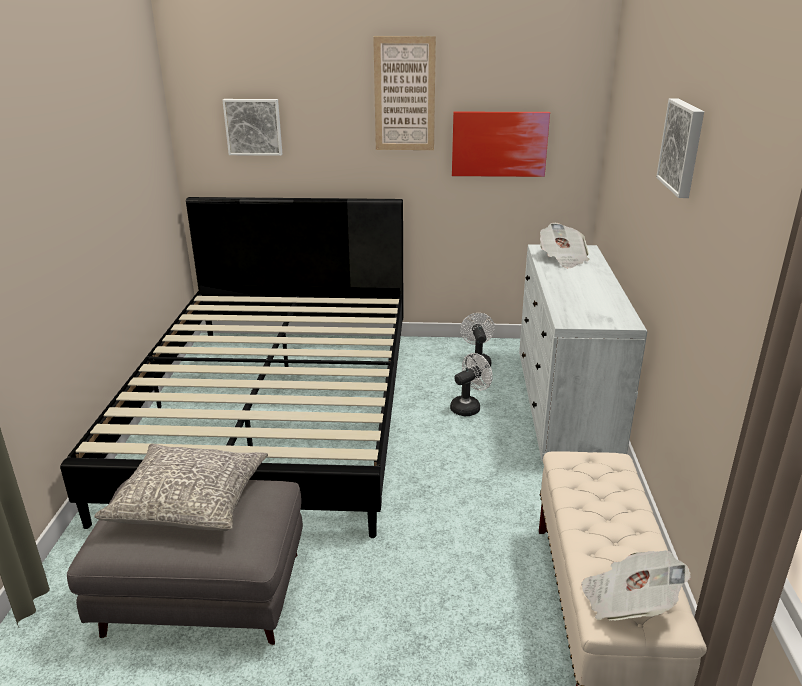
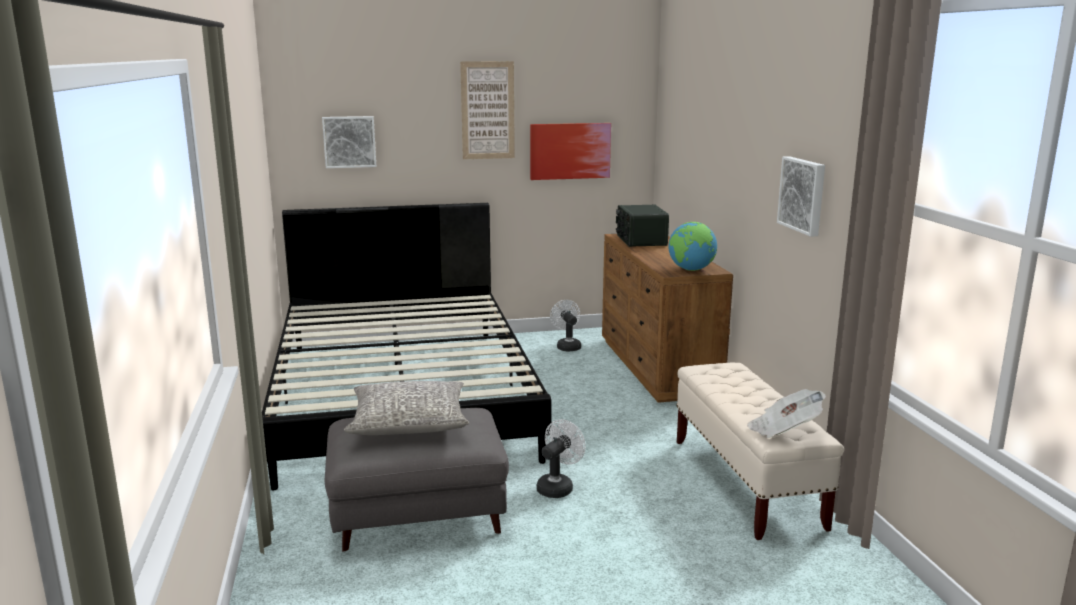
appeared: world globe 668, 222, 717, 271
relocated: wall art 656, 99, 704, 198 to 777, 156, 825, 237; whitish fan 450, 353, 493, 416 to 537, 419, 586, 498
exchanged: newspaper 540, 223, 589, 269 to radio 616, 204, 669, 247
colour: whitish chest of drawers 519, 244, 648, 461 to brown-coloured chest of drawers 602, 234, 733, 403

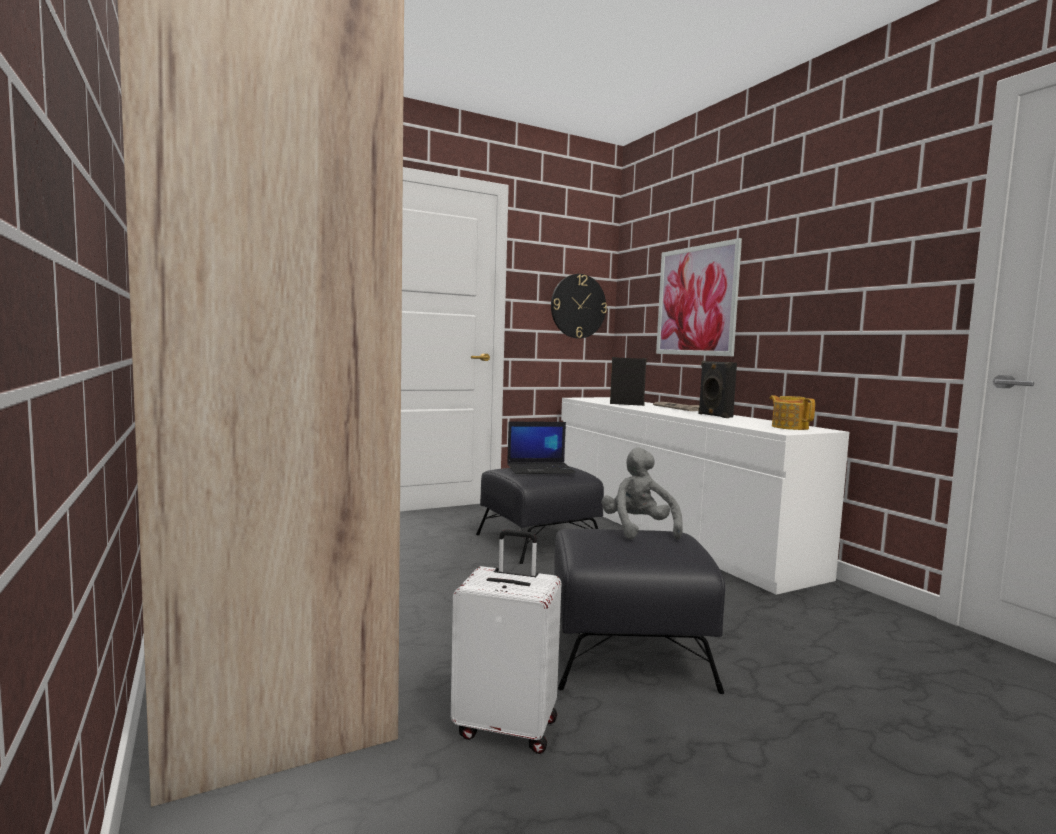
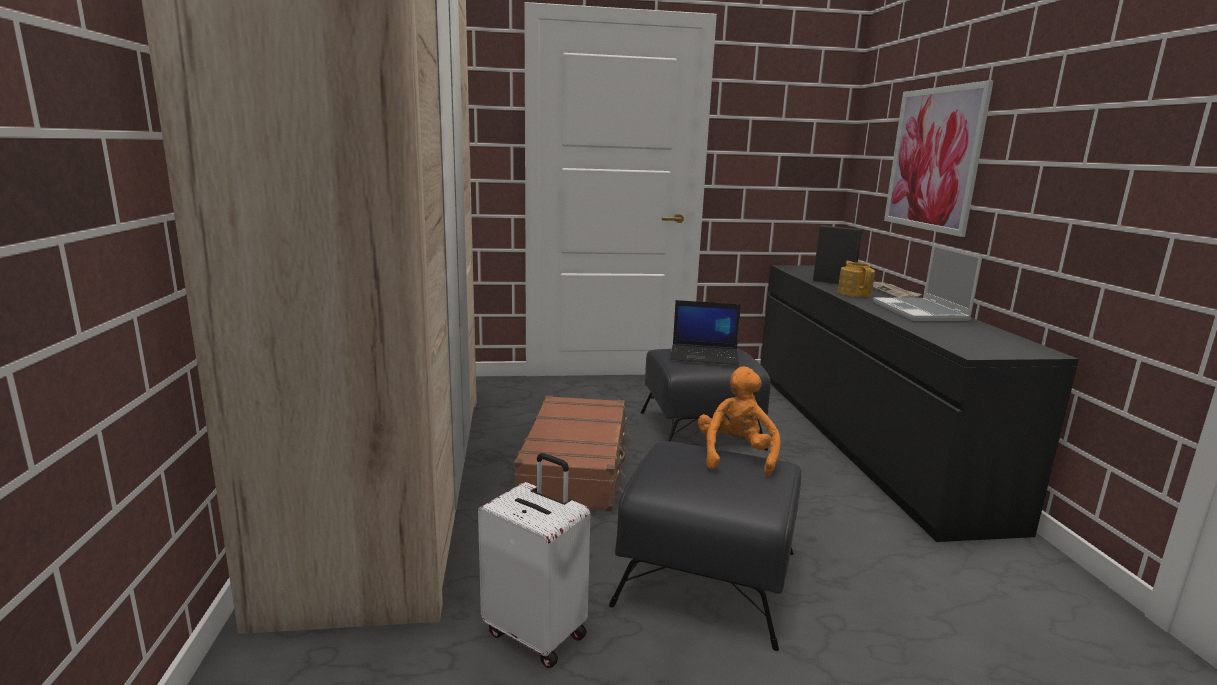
missing: hanging clock 551, 274, 607, 338
appeared: brown-coloured piece of luggage 514, 396, 630, 511
relocated: tea pot 770, 395, 815, 430 to 838, 261, 875, 297
exchanged: black-coloured audio speaker 698, 361, 737, 418 to portable computer 873, 244, 982, 321
colour: whitish chest of drawers 561, 397, 849, 595 to black-coloured chest of drawers 760, 265, 1079, 542; grey plush toy 601, 448, 683, 540 to orange plush toy 698, 366, 780, 477

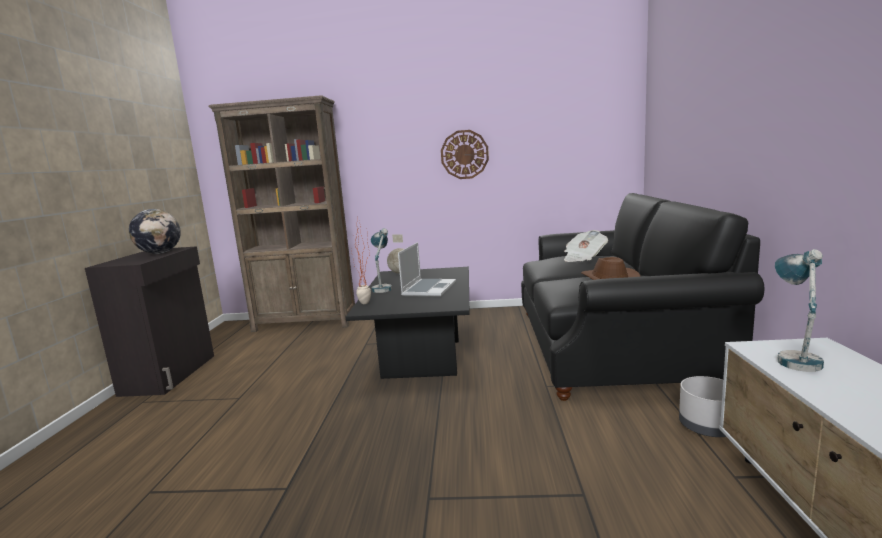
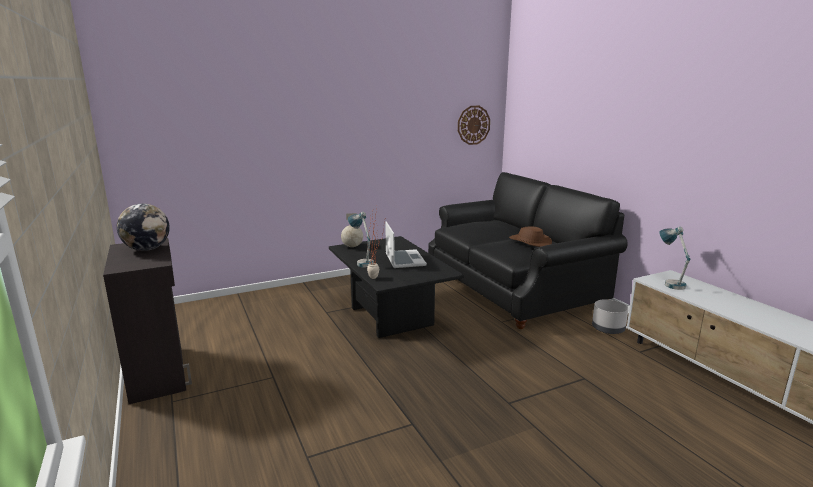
missing: brown-coloured bookcase 208, 95, 355, 332; newspaper 564, 230, 608, 262
relocated: hanging clock 441, 130, 489, 179 to 458, 106, 490, 145

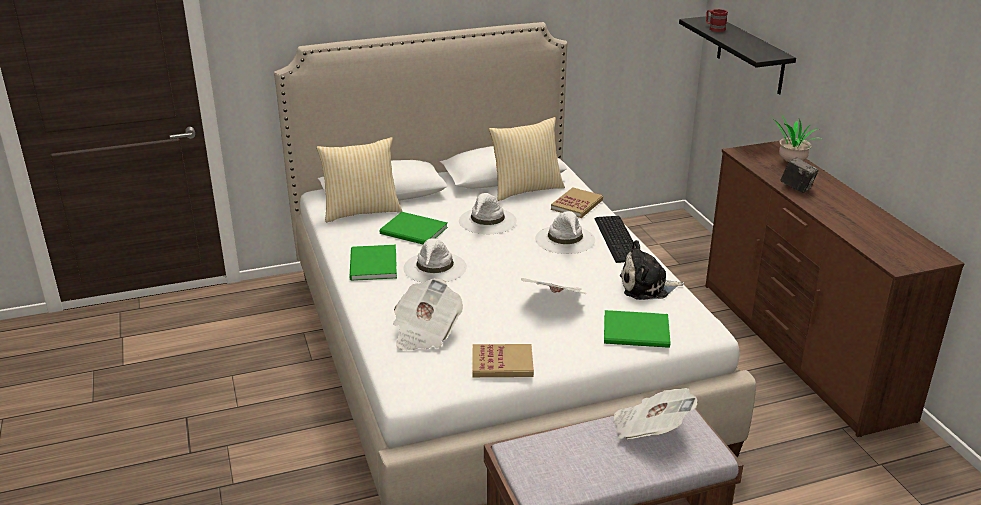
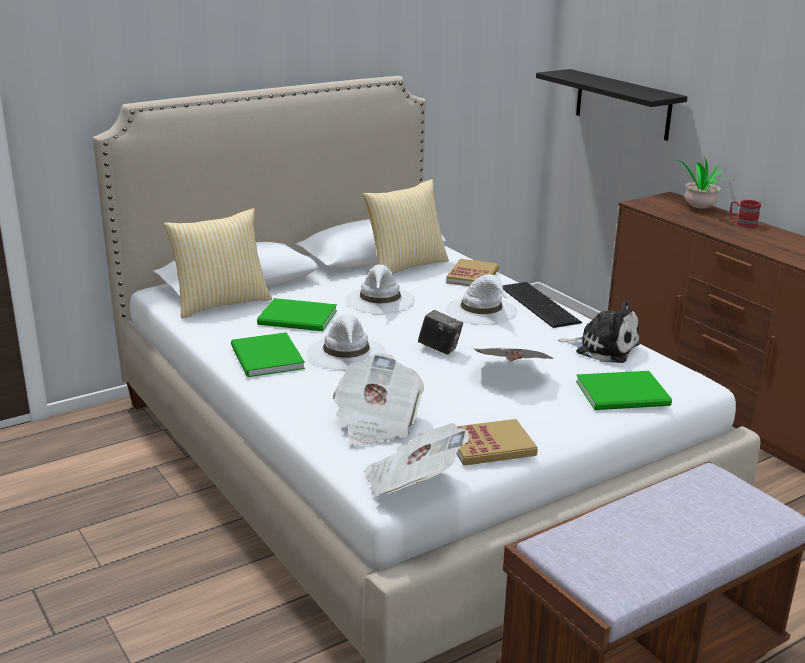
relocated: reddish tea mug 706, 9, 728, 32 to 730, 200, 761, 228; photo camera 780, 158, 819, 193 to 418, 310, 463, 354; newspaper 614, 388, 698, 439 to 364, 423, 469, 497
spun: plush toy 620, 240, 685, 300 = 558, 301, 640, 363 135 degrees counterclockwise

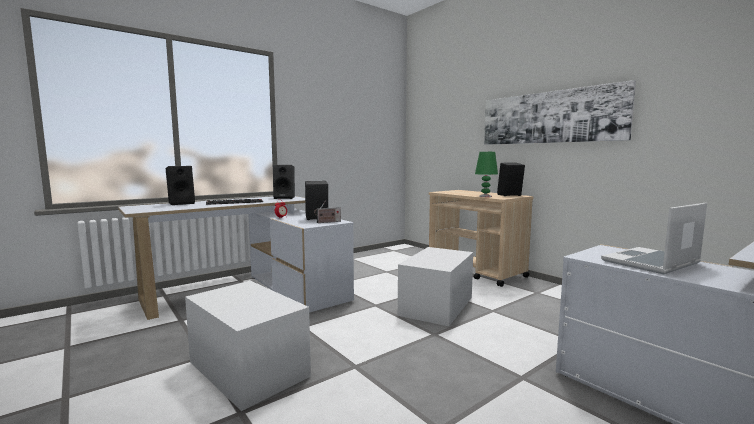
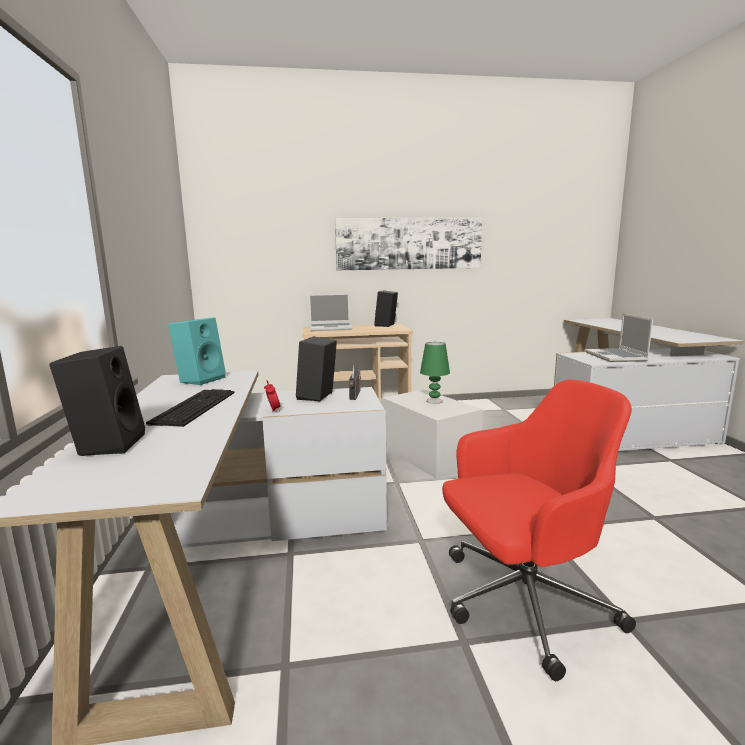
appeared: portable computer 309, 293, 353, 331
relocated: green-coloured table lamp 475, 152, 498, 197 to 420, 342, 450, 404
exchanged: whitish storage container 185, 281, 311, 411 to reddish desk chair 442, 379, 636, 681
colour: black-coloured audio speaker 273, 165, 295, 199 to turquoise audio speaker 168, 317, 226, 385

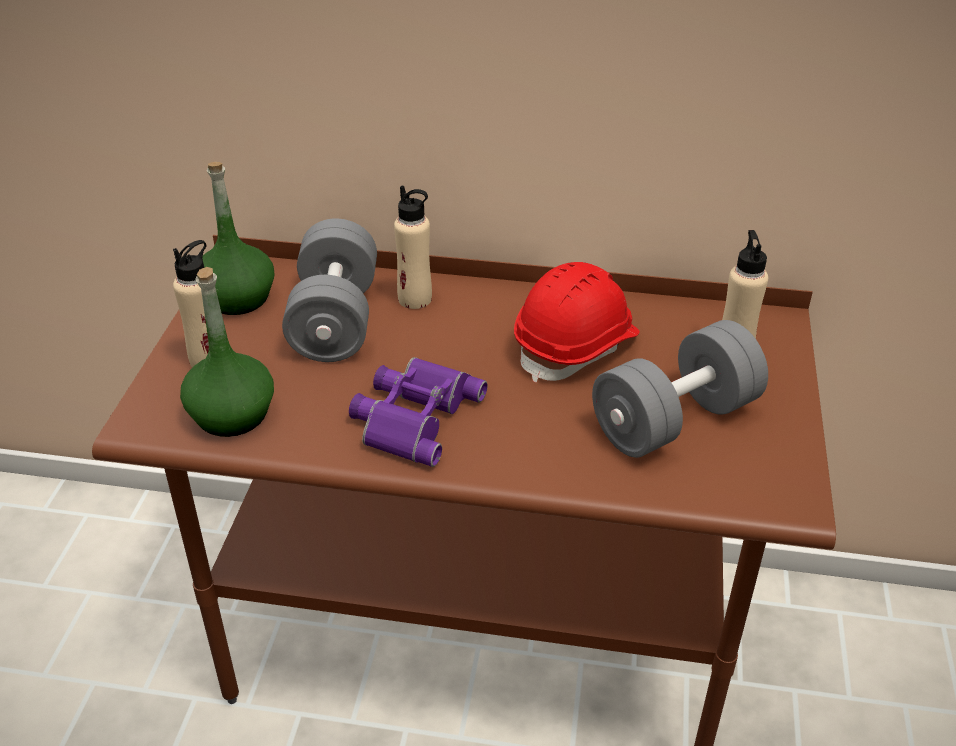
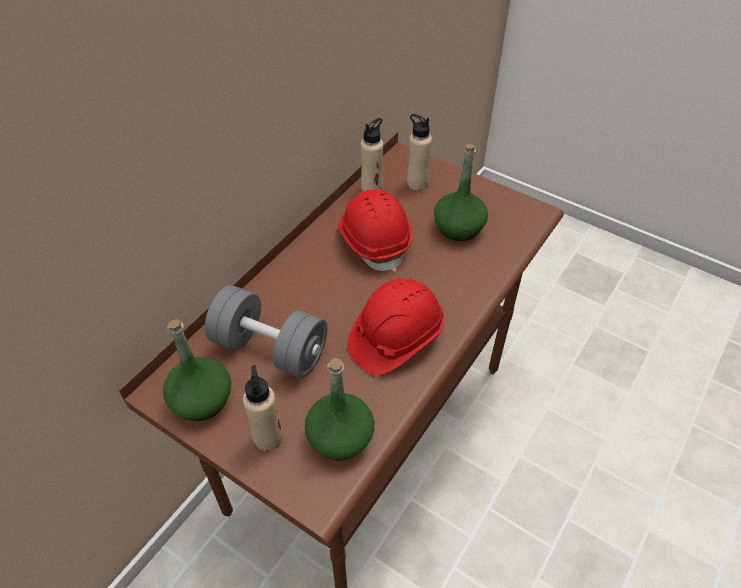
relocated: beige bottle 394, 186, 432, 309 to 361, 118, 383, 192
exchanged: grey hand weight 592, 320, 768, 458 to green-coloured bottle 434, 144, 488, 241; purple-coloured field glasses 349, 357, 488, 467 to reddish work helmet 347, 278, 445, 375

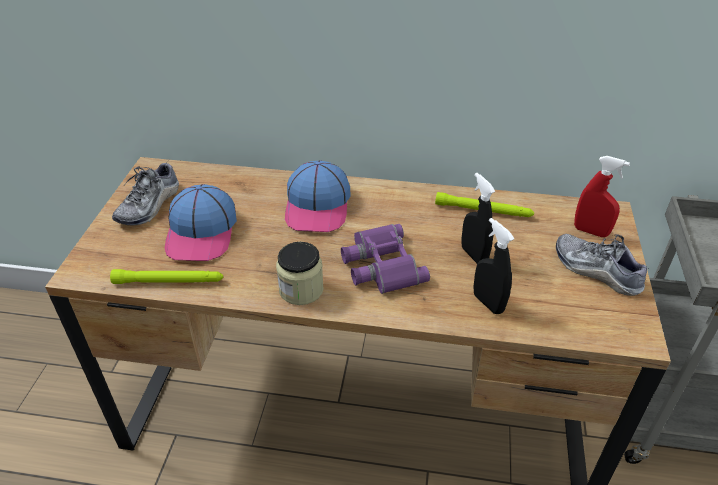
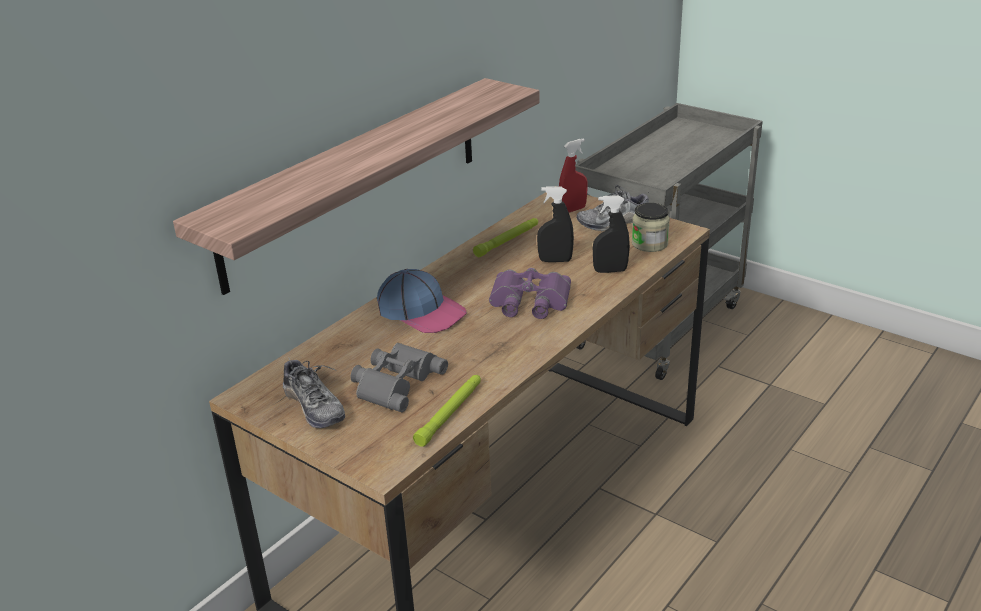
appeared: shelf 173, 78, 540, 295
relocated: storage jar 276, 242, 324, 305 to 632, 203, 670, 252
exchanged: baseball cap 165, 184, 237, 261 to grey field glasses 350, 343, 448, 412

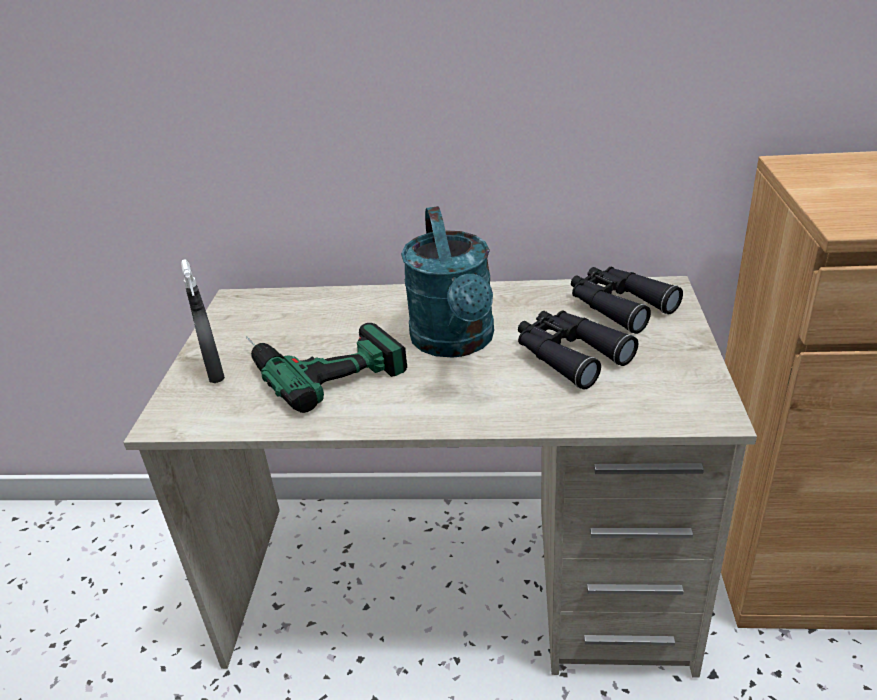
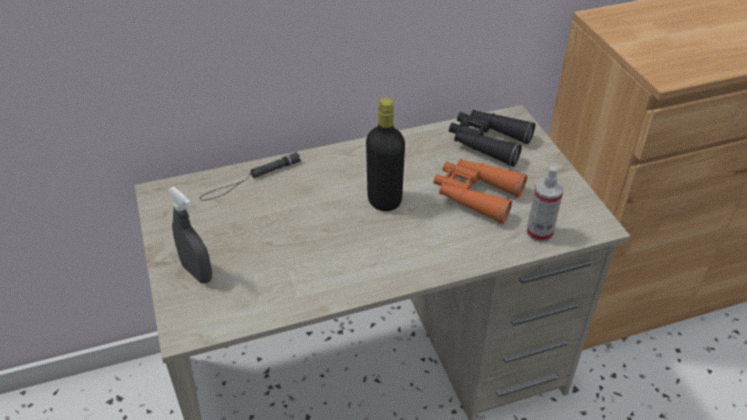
missing: power drill 246, 323, 407, 413
appeared: black-coloured hand torch 200, 152, 301, 201; sprayer 527, 166, 563, 243
exchanged: turquoise watering can 401, 206, 494, 358 to black-coloured bottle 366, 97, 405, 211
colour: black-coloured field glasses 518, 310, 638, 389 to orange field glasses 433, 159, 527, 224

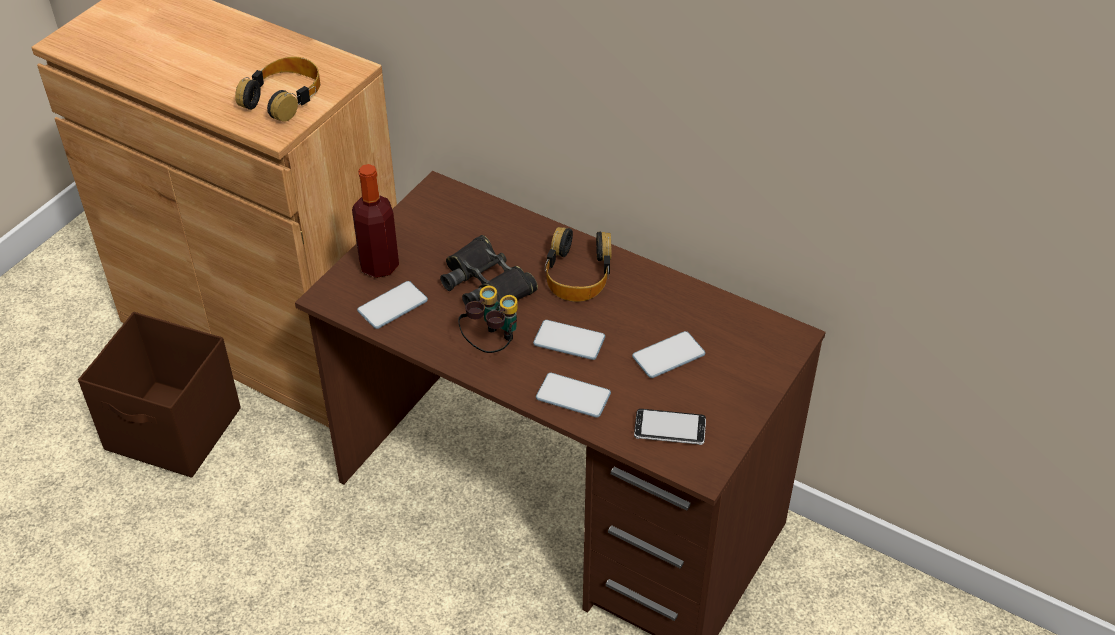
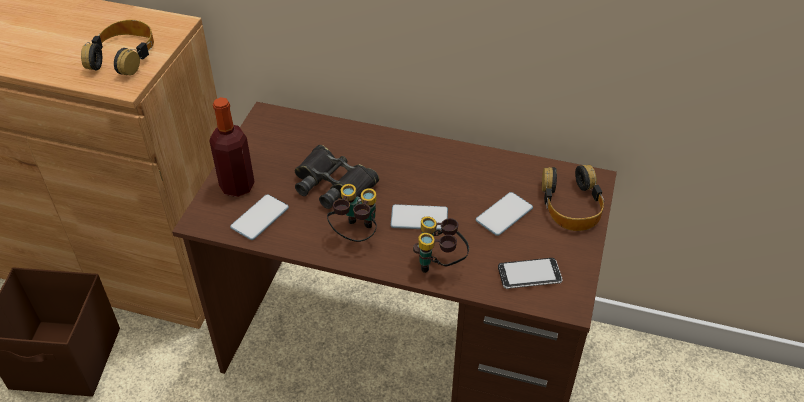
relocated: headset 545, 227, 611, 302 to 542, 165, 604, 231
exchanged: phone 536, 373, 611, 418 to field glasses 413, 216, 469, 273

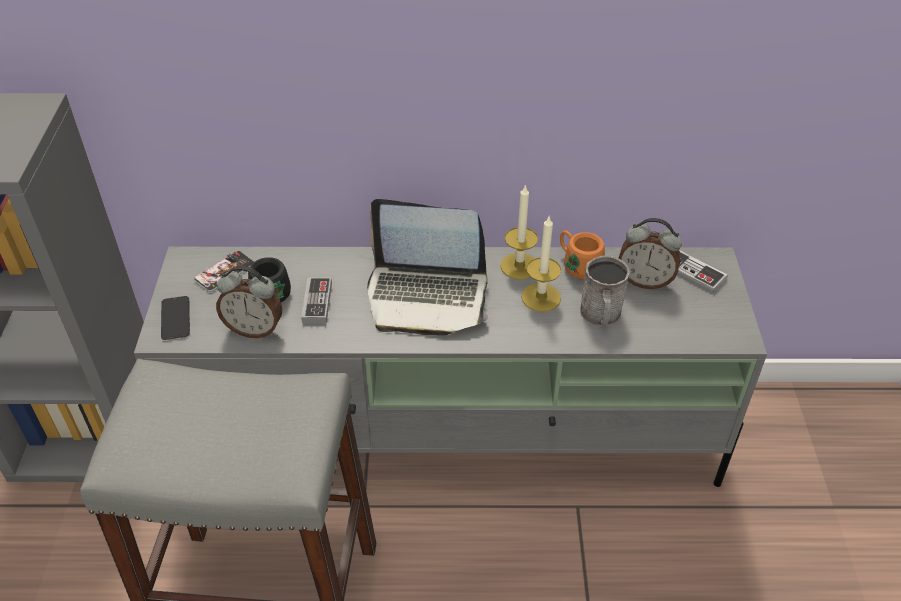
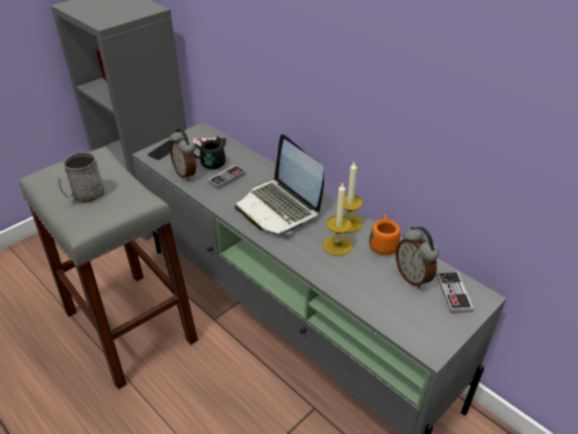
relocated: grey tea mug 580, 256, 630, 326 to 58, 152, 105, 204

